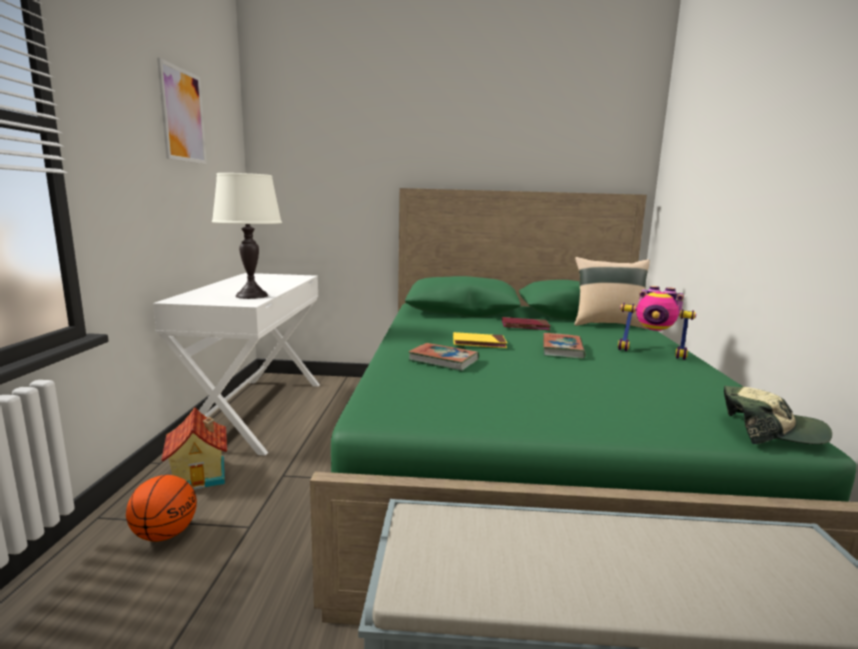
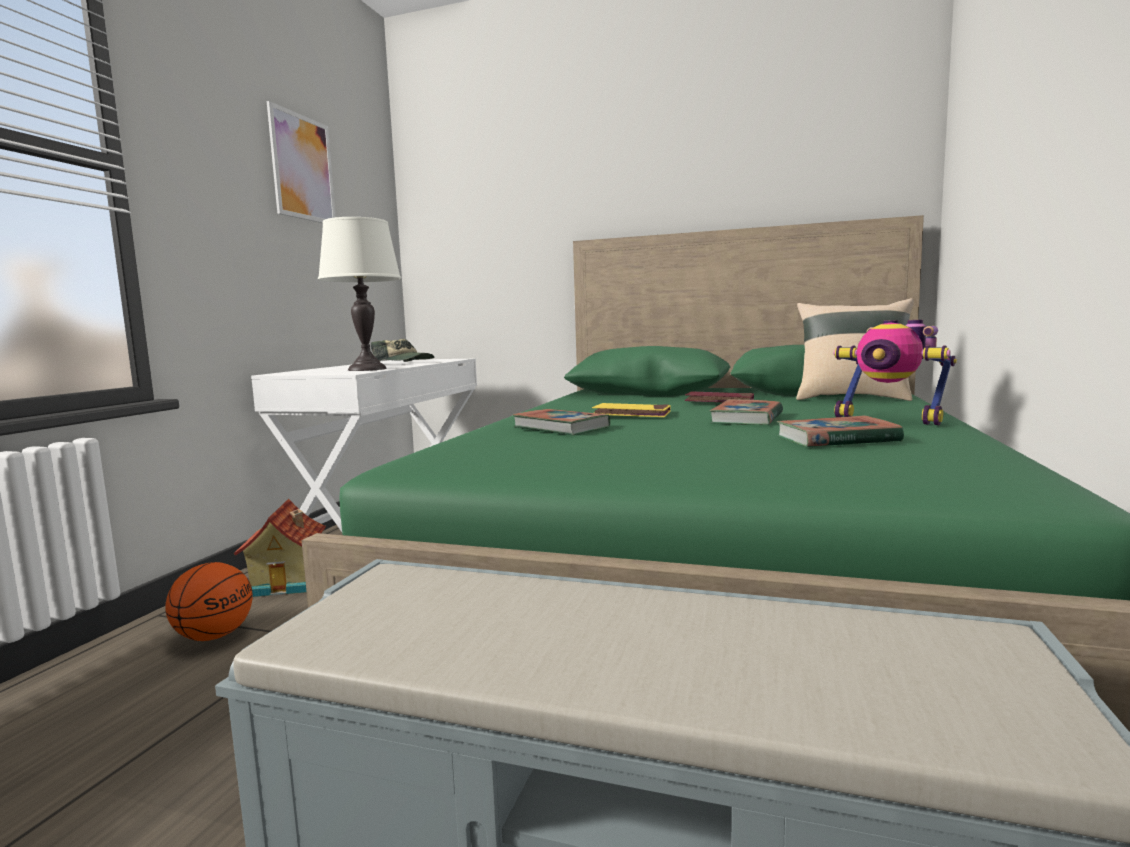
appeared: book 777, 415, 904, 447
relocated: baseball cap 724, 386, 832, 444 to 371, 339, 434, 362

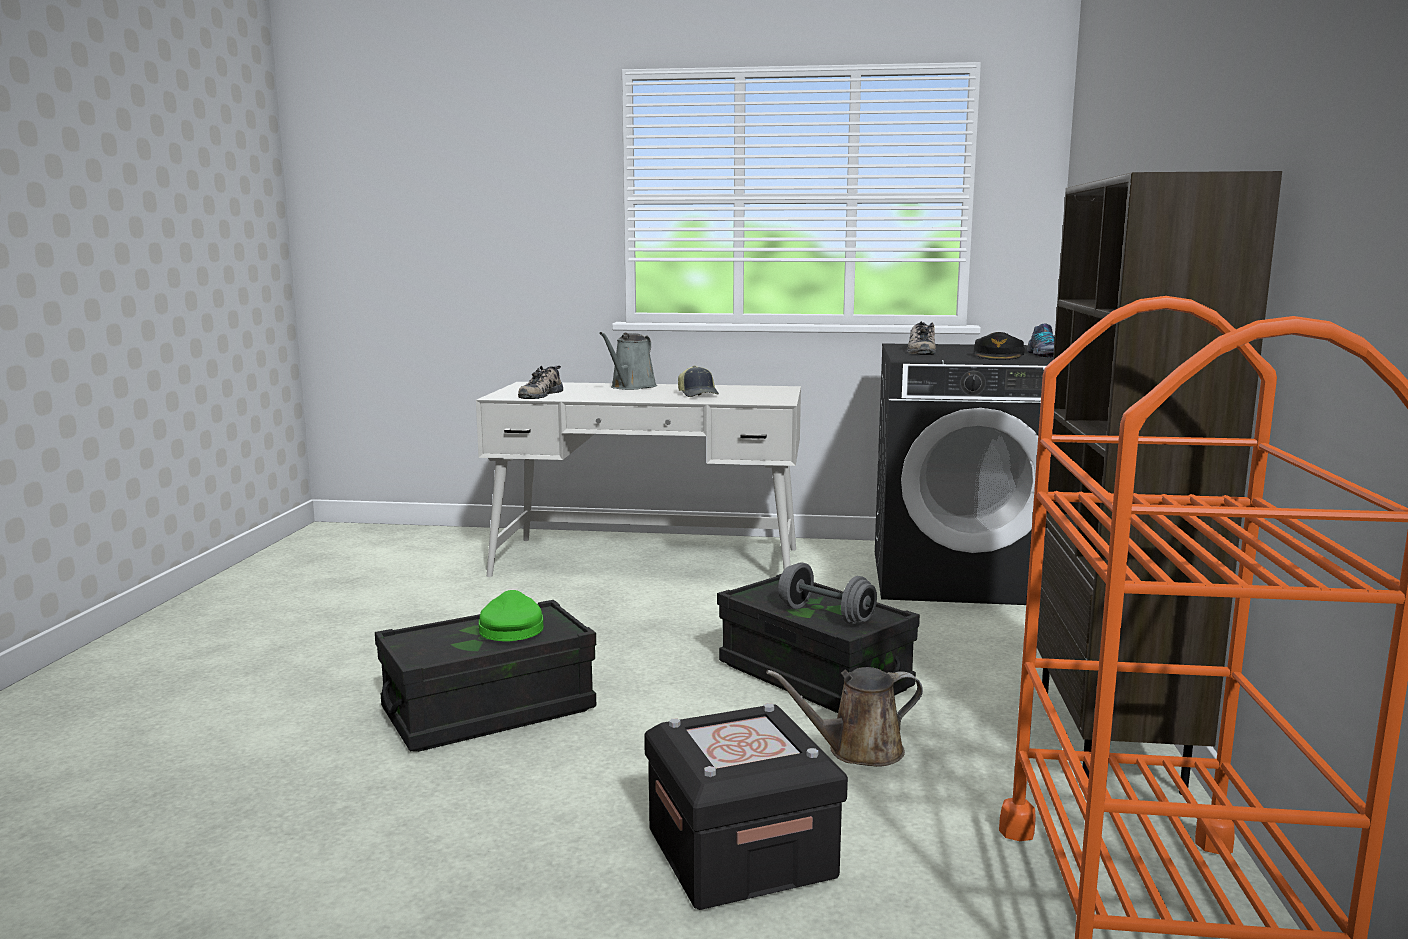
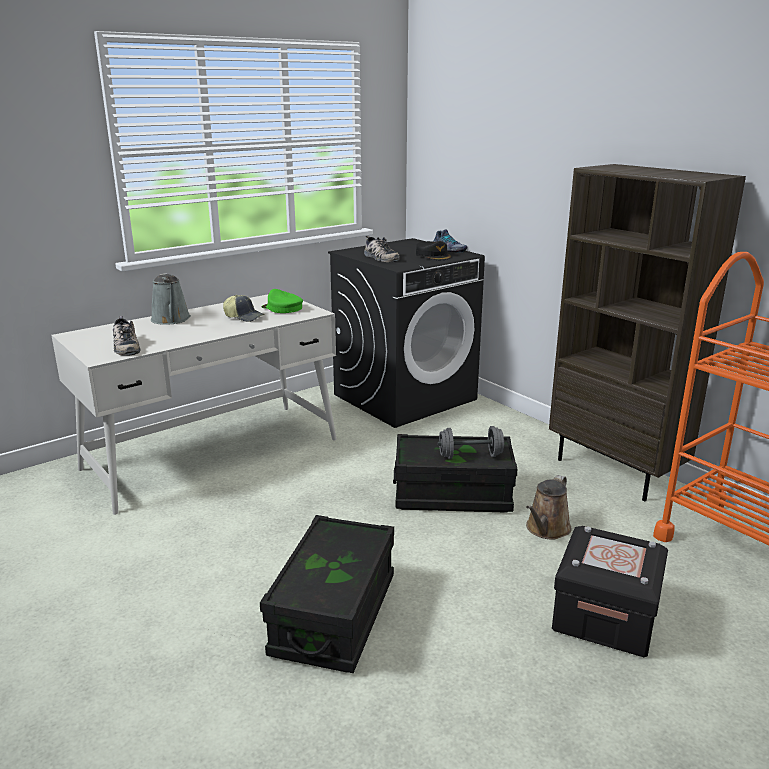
relocated: green-coloured baseball cap 479, 590, 543, 641 to 261, 289, 303, 313

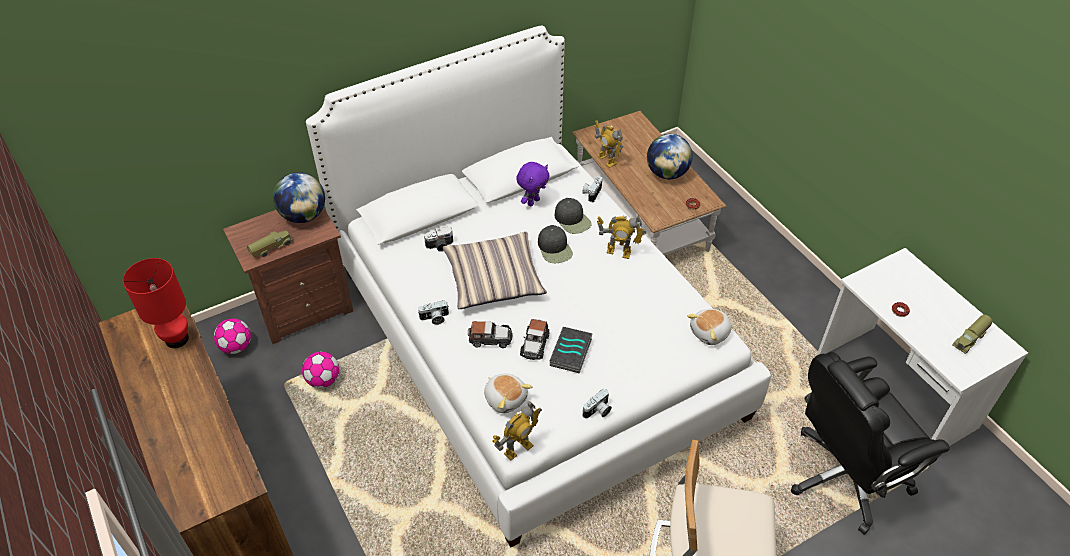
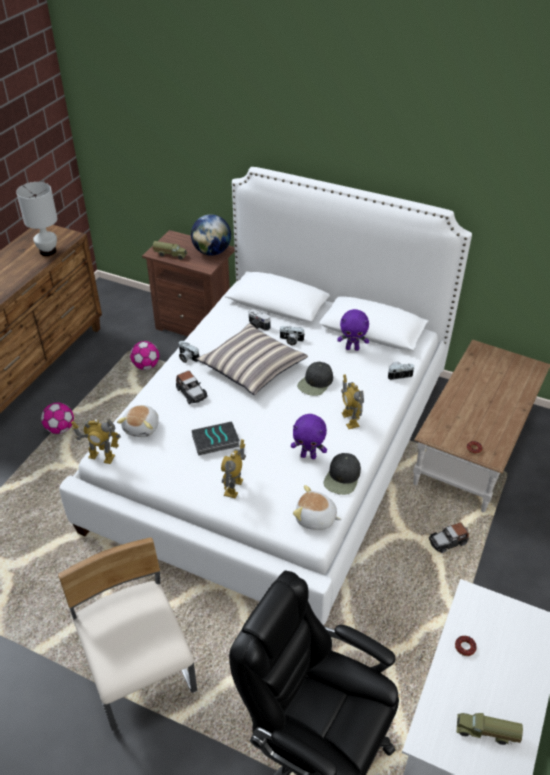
missing: world globe 647, 134, 693, 179
appeared: purple-coloured plush toy 291, 414, 327, 459
relocated: robot figure 595, 120, 623, 168 to 221, 439, 246, 499; black-coloured baseball cap 555, 198, 592, 234 to 324, 453, 361, 495; football ball 214, 318, 251, 354 to 41, 403, 74, 434; model car 520, 319, 550, 360 to 429, 522, 469, 553; photo camera 583, 389, 612, 418 to 280, 326, 304, 345
colour: reddish table lamp 123, 258, 189, 348 to whitish table lamp 16, 182, 58, 256

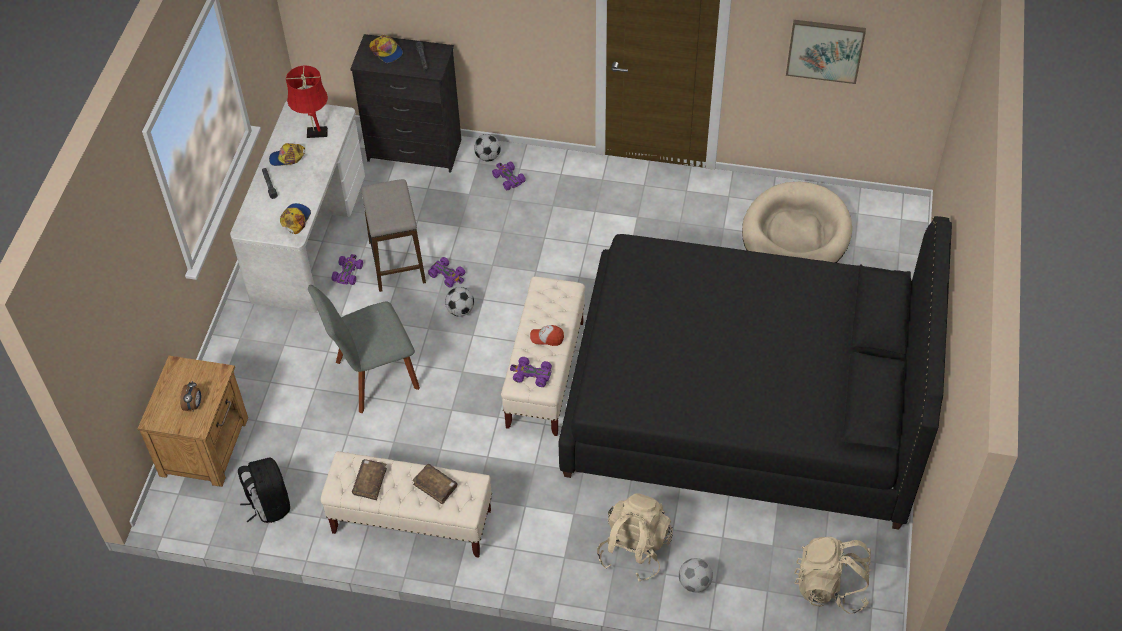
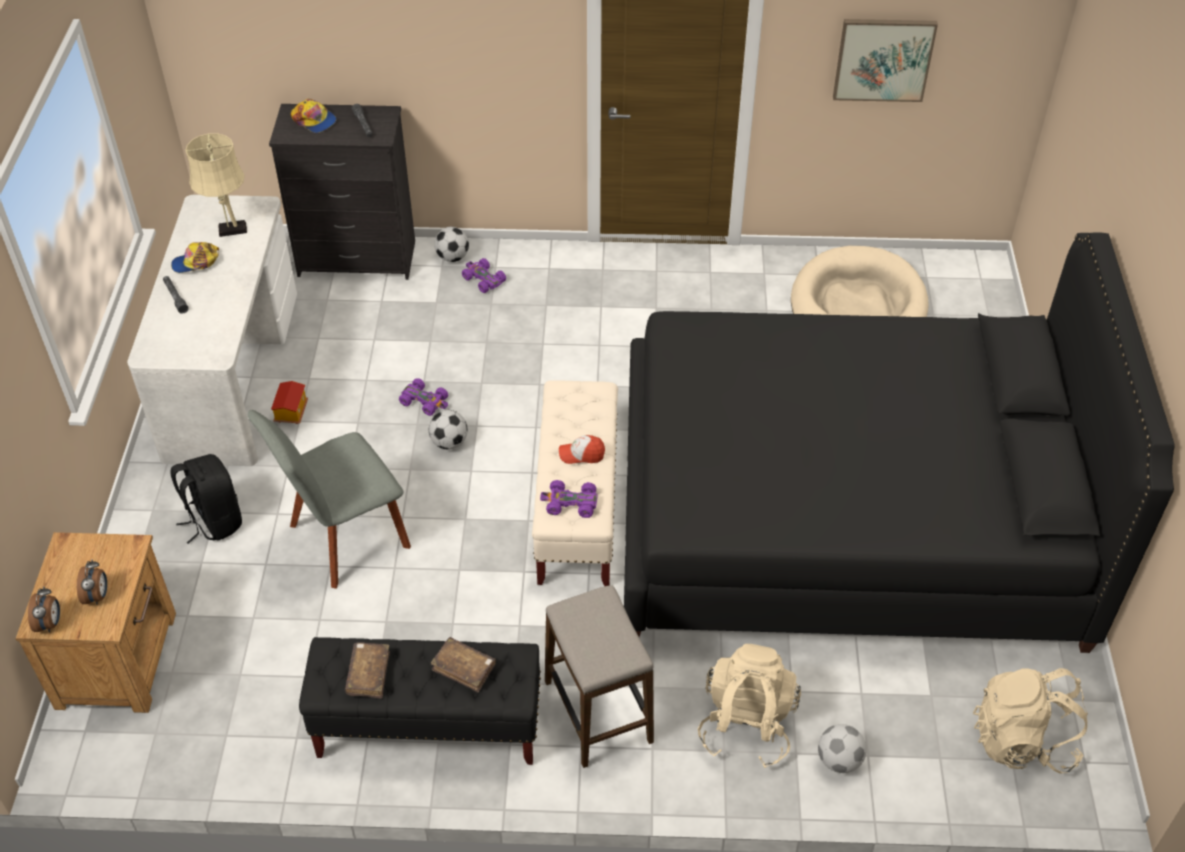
missing: baseball cap 280, 203, 311, 234
appeared: table clock 28, 586, 60, 632
relocated: sitting stool 361, 179, 426, 292 to 545, 585, 654, 768; black-coloured backpack 238, 457, 290, 523 to 170, 454, 242, 544
exchanged: purple-coloured model car 331, 254, 363, 285 to model house 271, 381, 308, 424
colour: reddish table lamp 286, 65, 328, 138 to beige table lamp 185, 133, 247, 237; beige indoor bench 321, 451, 492, 558 to black-coloured indoor bench 299, 637, 541, 765

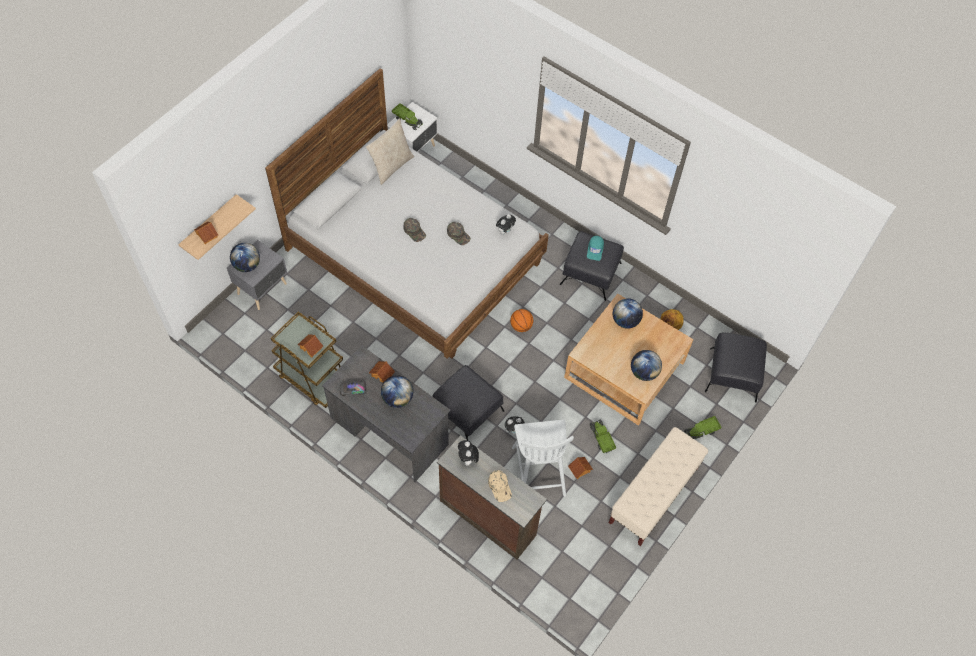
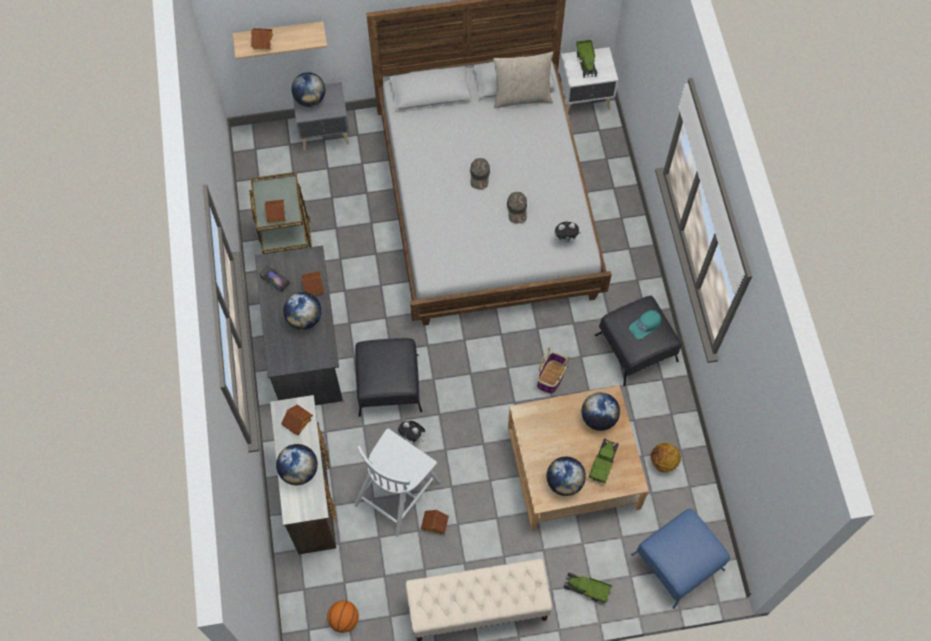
appeared: basket 537, 347, 569, 393
relocated: ball for basketball 510, 309, 533, 332 to 327, 600, 359, 633; toy truck 590, 420, 616, 453 to 589, 439, 619, 483
exchanged: plush toy 458, 440, 479, 468 to model house 281, 404, 313, 435; beige baseball cap 488, 470, 512, 502 to world globe 276, 444, 318, 485
colour: black-coloured footrest 705, 333, 767, 402 to bluish footrest 631, 508, 730, 609

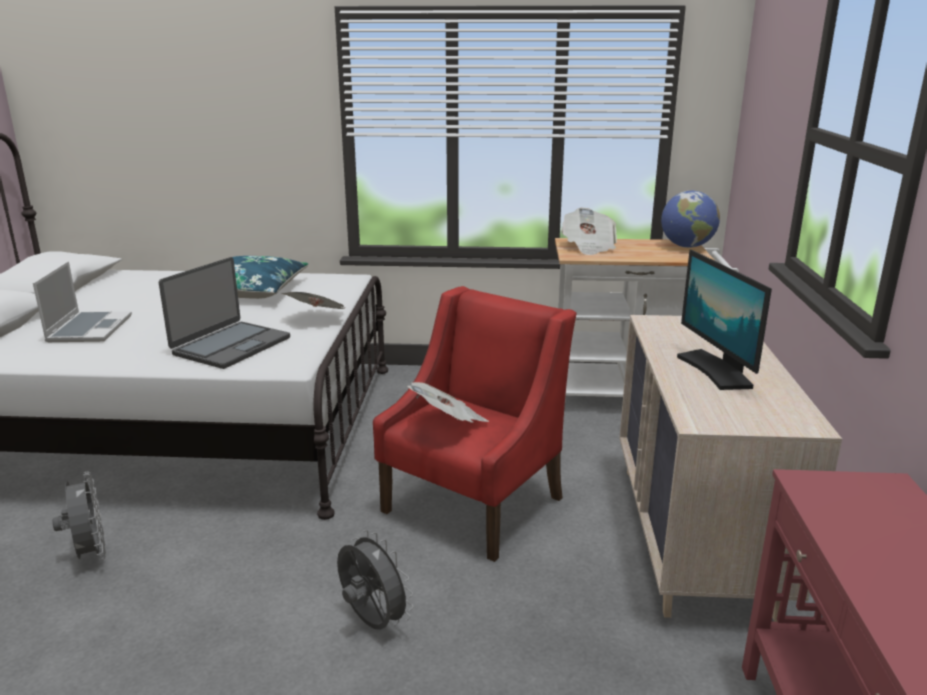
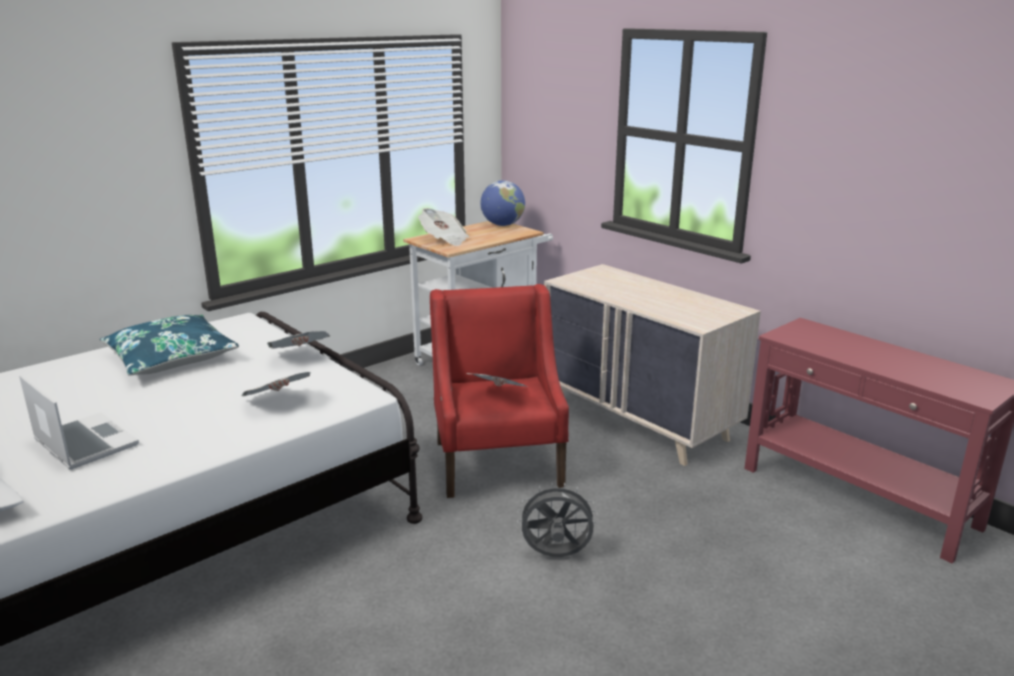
missing: monitor 677, 249, 772, 390; grey fan 52, 471, 106, 560
exchanged: portable computer 159, 257, 290, 369 to newspaper 241, 372, 310, 397

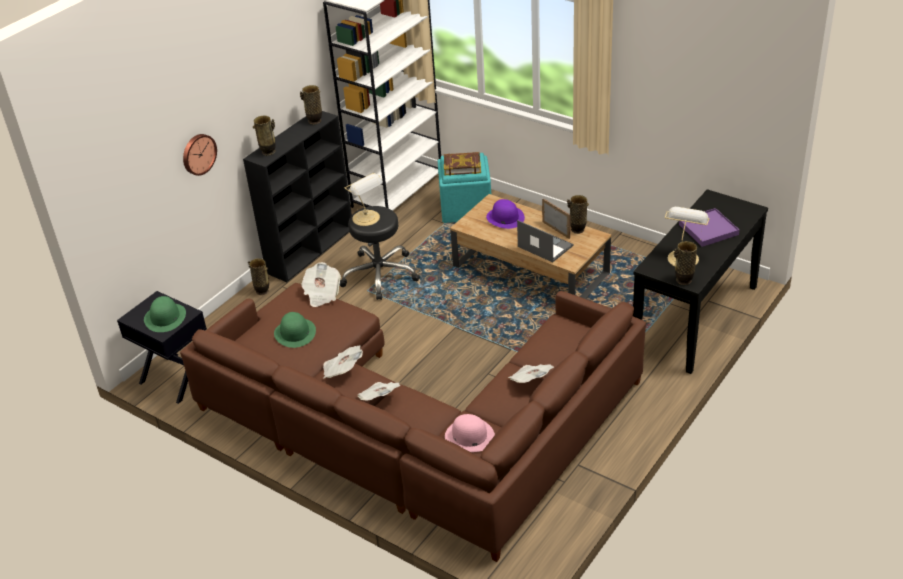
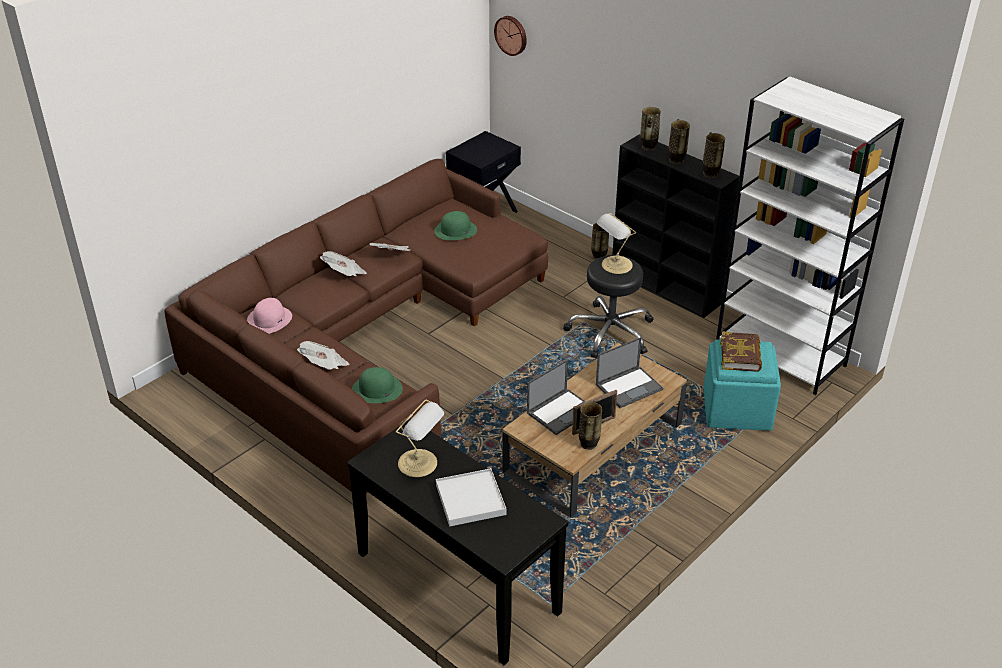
missing: newspaper 301, 262, 341, 307
relocated: hanging clock 183, 134, 217, 176 to 494, 16, 527, 56; flower vase 674, 241, 697, 285 to 668, 119, 690, 164; green-coloured clothing hat 144, 296, 186, 332 to 352, 367, 403, 403
exchanged: purple-coloured clothing hat 486, 199, 525, 229 to portable computer 596, 337, 663, 408
colour: purple-coloured serving tray 679, 208, 739, 247 to whitish serving tray 436, 468, 506, 527

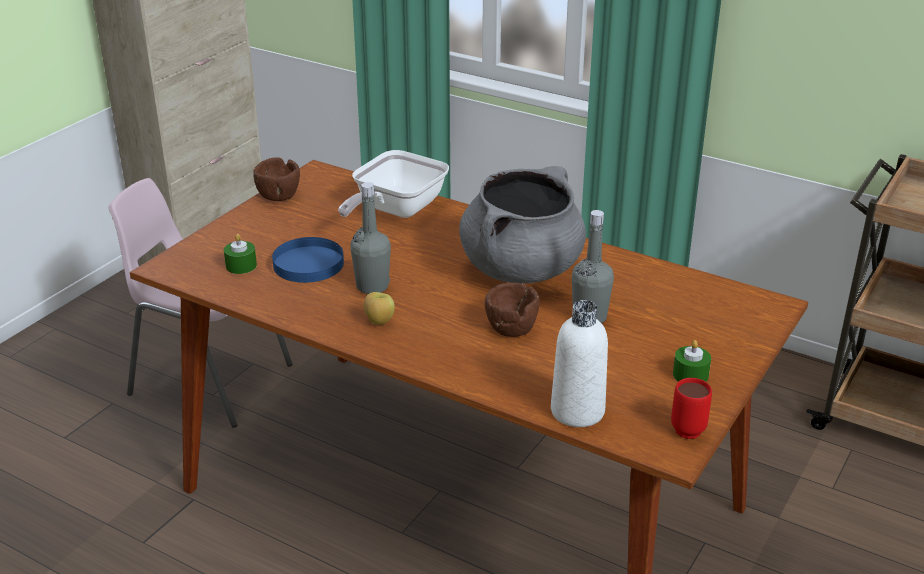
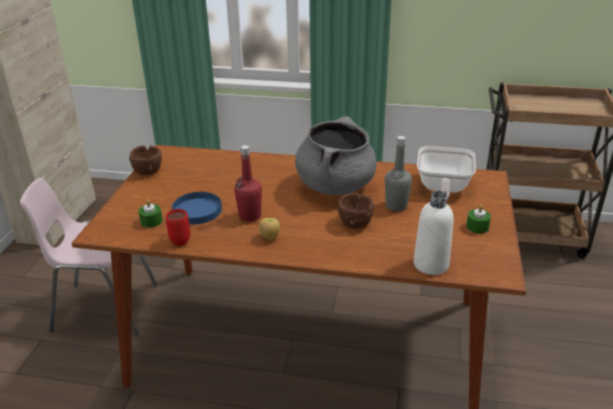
relocated: pan 338, 150, 449, 218 to 417, 146, 476, 199; reddish tea mug 671, 378, 712, 439 to 166, 209, 191, 246
colour: grey bottle 350, 182, 391, 294 to reddish bottle 234, 145, 262, 222

